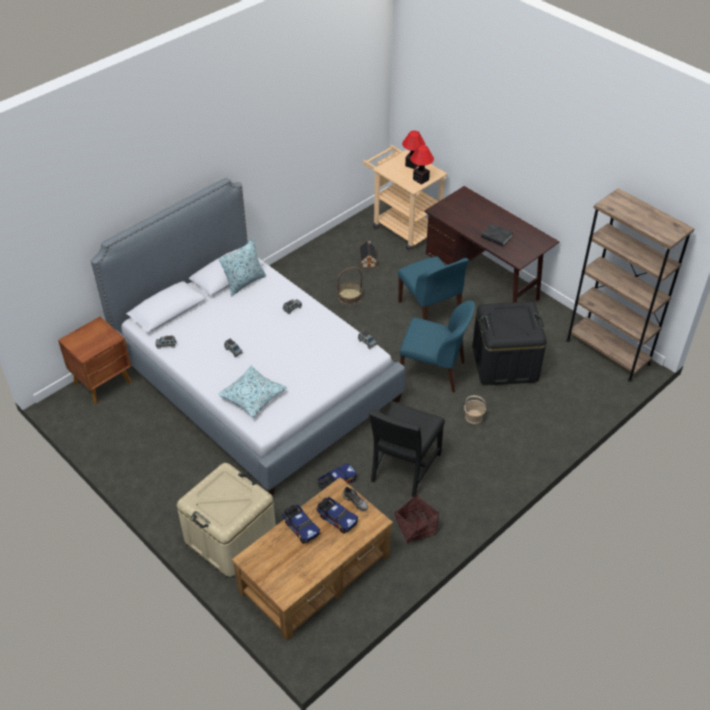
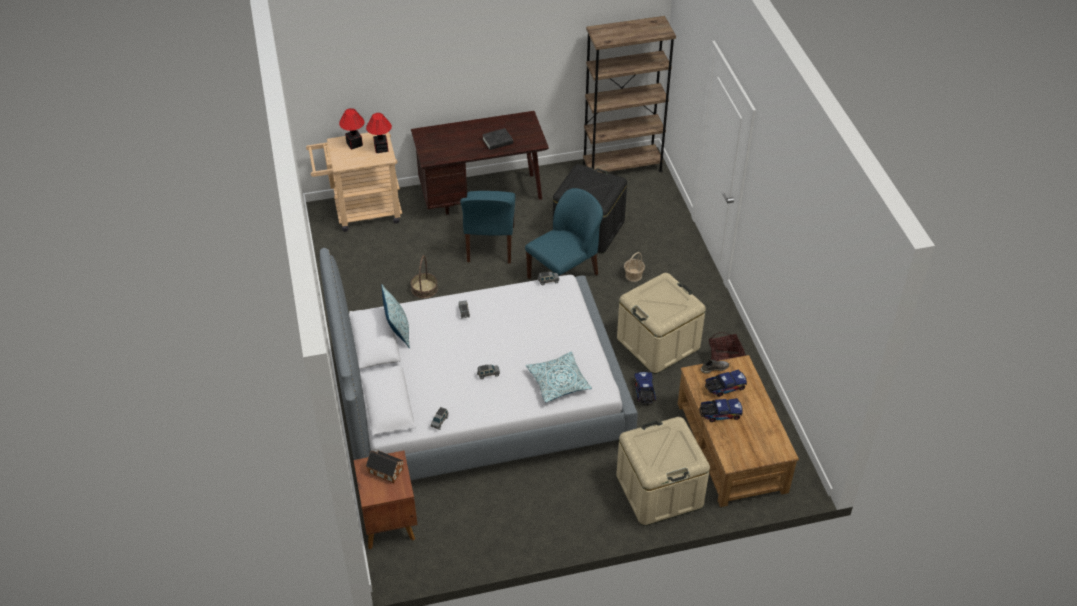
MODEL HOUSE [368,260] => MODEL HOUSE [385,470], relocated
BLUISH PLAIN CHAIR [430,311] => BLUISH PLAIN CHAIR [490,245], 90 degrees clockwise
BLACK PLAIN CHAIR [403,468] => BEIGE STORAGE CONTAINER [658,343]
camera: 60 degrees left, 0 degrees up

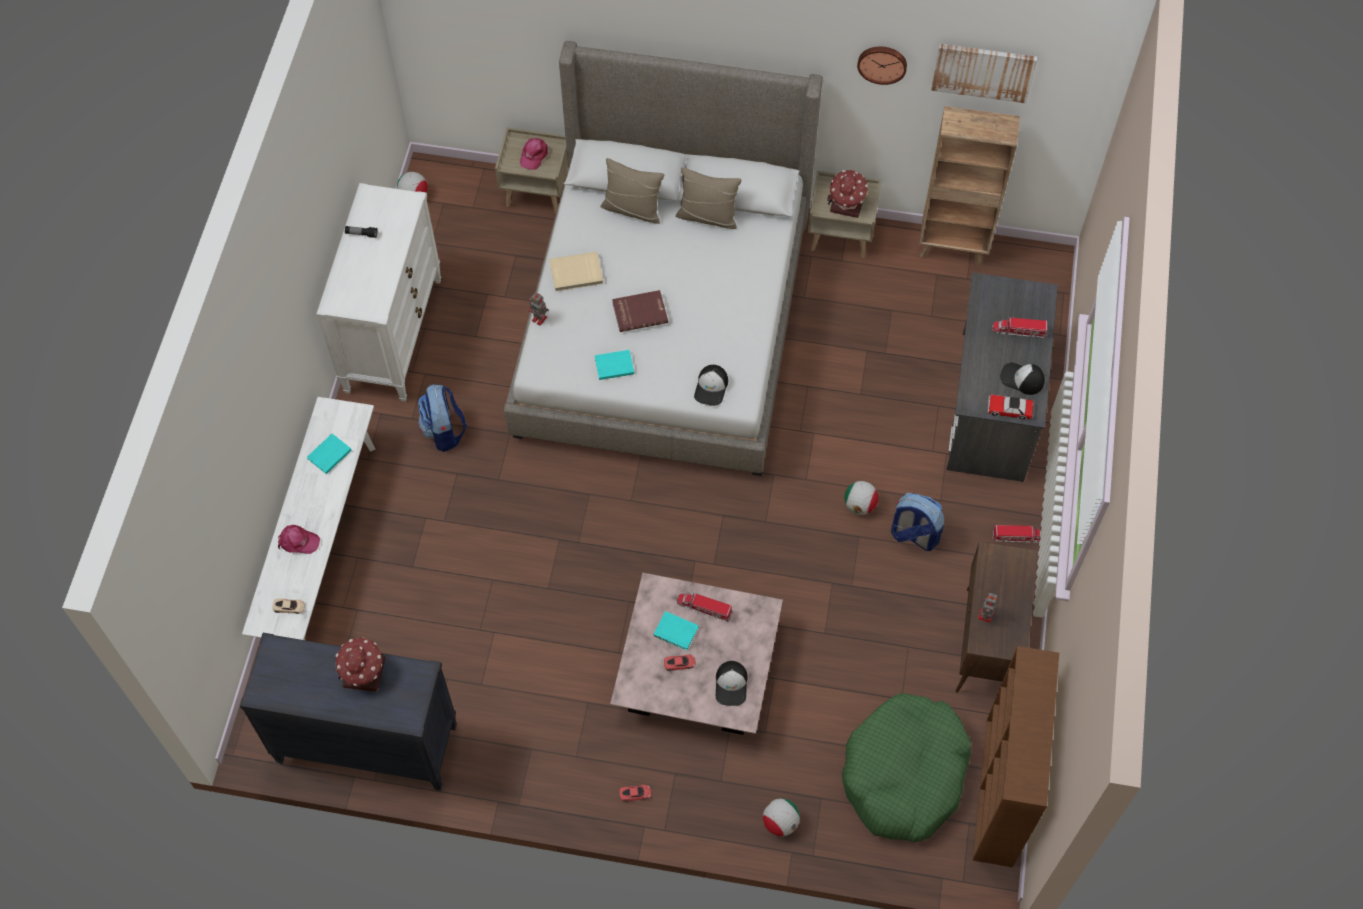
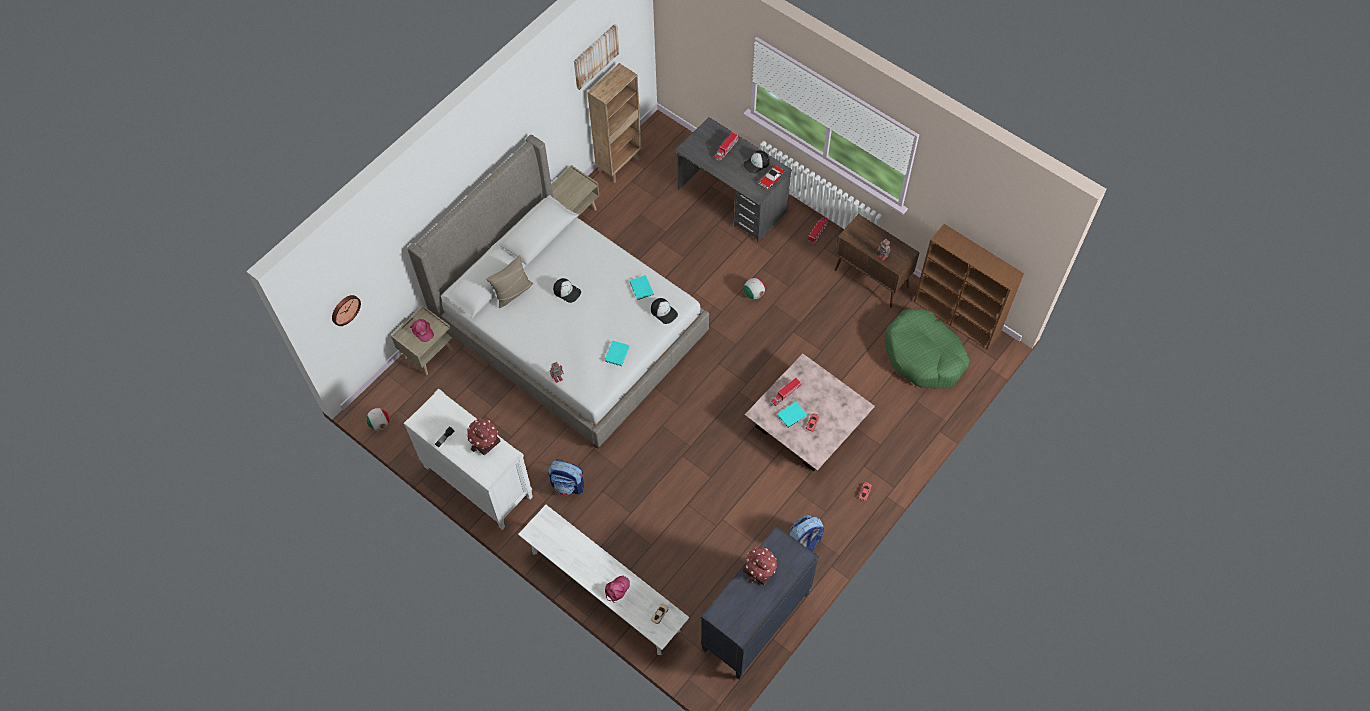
CLOCK ON THE WALL [882,63] => CLOCK ON THE WALL [344,309], relocated
MODEL HOUSE [846,203] => MODEL HOUSE [484,441], relocated
BASEBALL CAP [731,685] => BASEBALL CAP [567,291], relocated
BLUE-GREEN VOLUME [328,455] => BLUE-GREEN VOLUME [641,289], relocated
RUCKSACK [913,535] => RUCKSACK [804,543], relocated
BEIGE VOLUME [576,273] => nothing
RED-COLOURED VOLUME [639,312] => nothing
BEIGE PILLOW [707,216] => nothing
FOOTBALL BALL [780,822] => nothing
camera: 60 degrees left, 0 degrees up

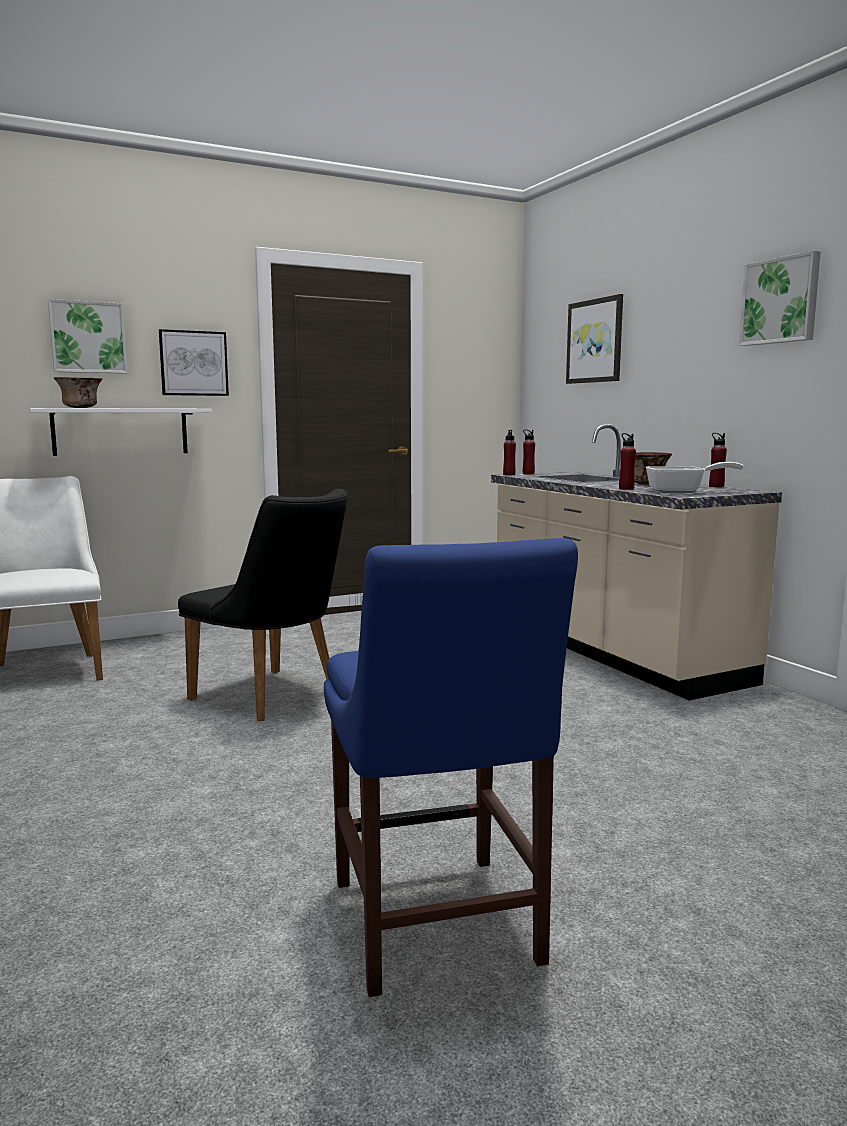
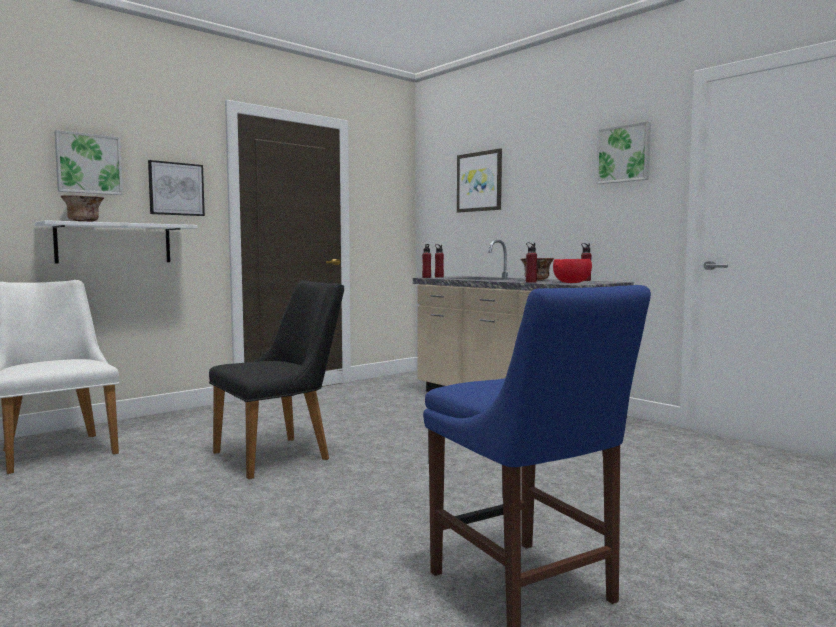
BLACK PLAIN CHAIR [275,697] => BLACK PLAIN CHAIR [282,454], 60 degrees counterclockwise
PAN [682,492] => RED-COLOURED SERVING BOWL [572,283]
camera: 15 degrees left, 5 degrees down

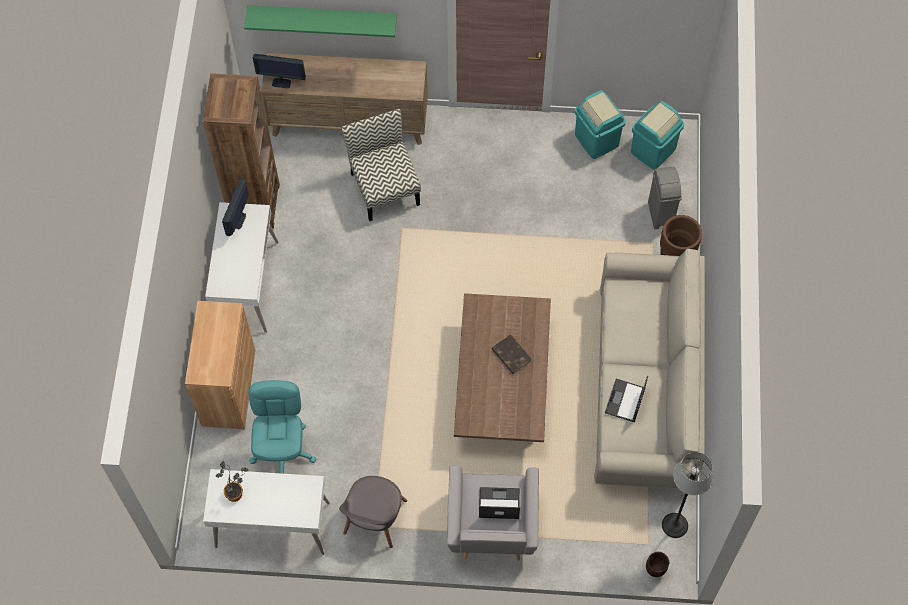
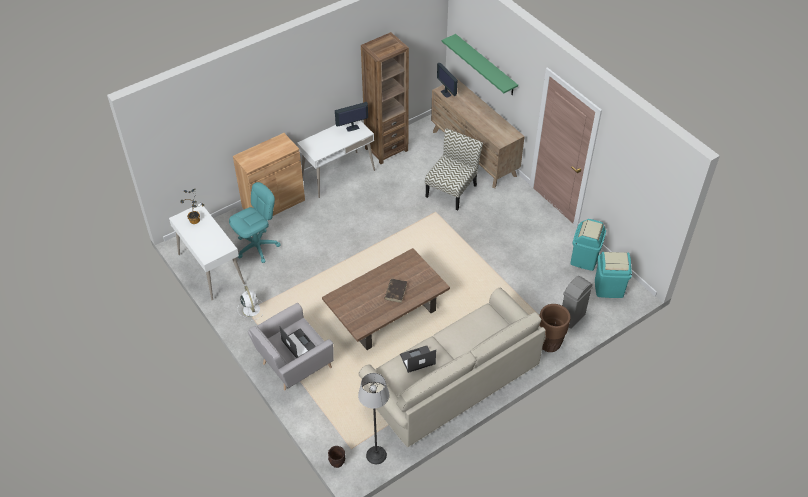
GRAY PLAIN CHAIR [374,520] => WHITE-COLOURED FAN [251,309]
camera: 50 degrees right, 15 degrees down

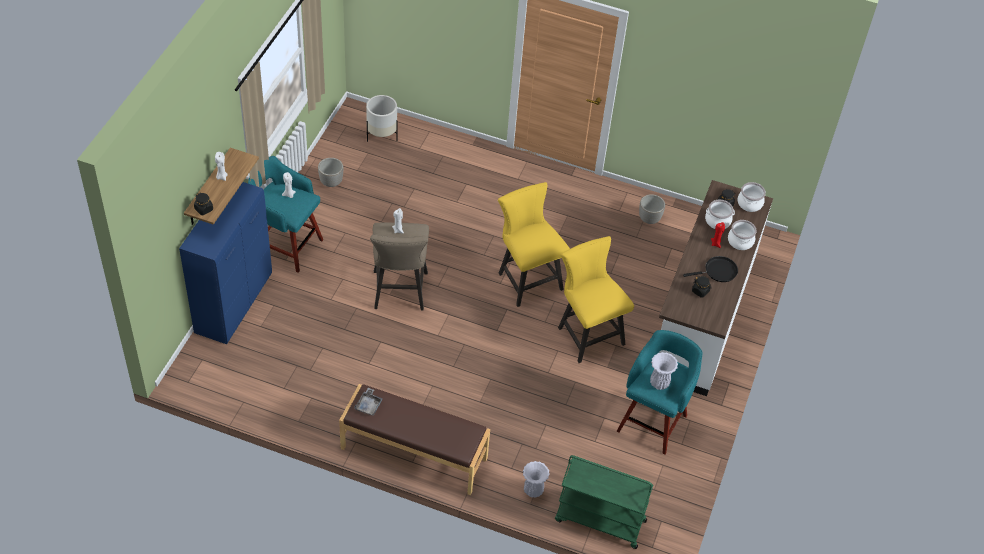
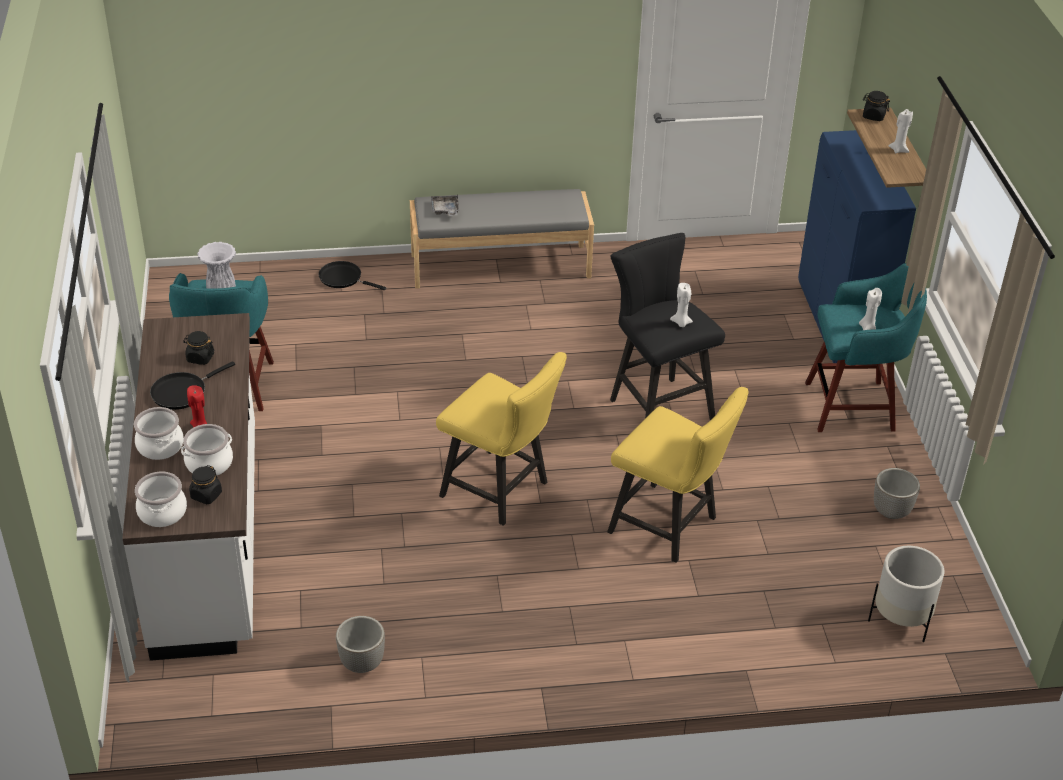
WHITE-COLOURED FLOWER VASE [533,491] => BLACK PAN [343,278]
BROWNISH LONG SEAT [413,454] => GRAY LONG SEAT [500,265]
GRAY CARRYING TRAY [369,405] => GRAY CARRYING TRAY [445,210], relocated
YELLOW PLAIN CHAIR [587,333] => YELLOW PLAIN CHAIR [670,527], relocated
BEIGE STOOL SEAT [399,294] => BLACK STOOL SEAT [656,406]
GREEN-COLOURED WHEELED CART [599,521] => nothing
camera: 155 degrees right, 10 degrees down

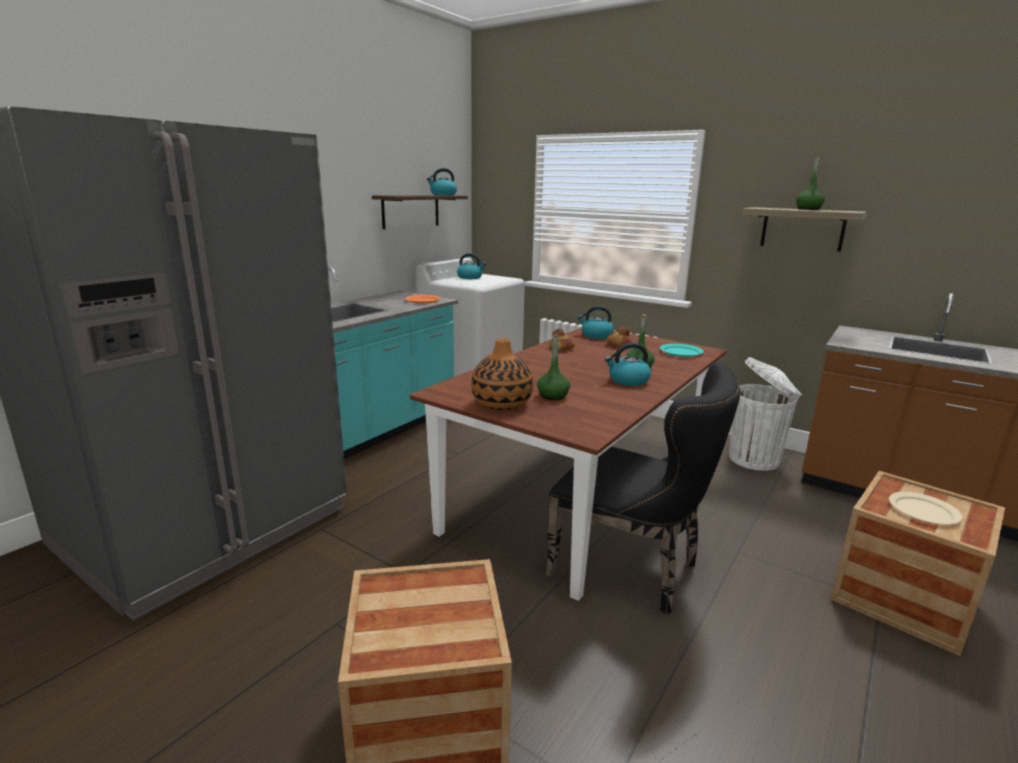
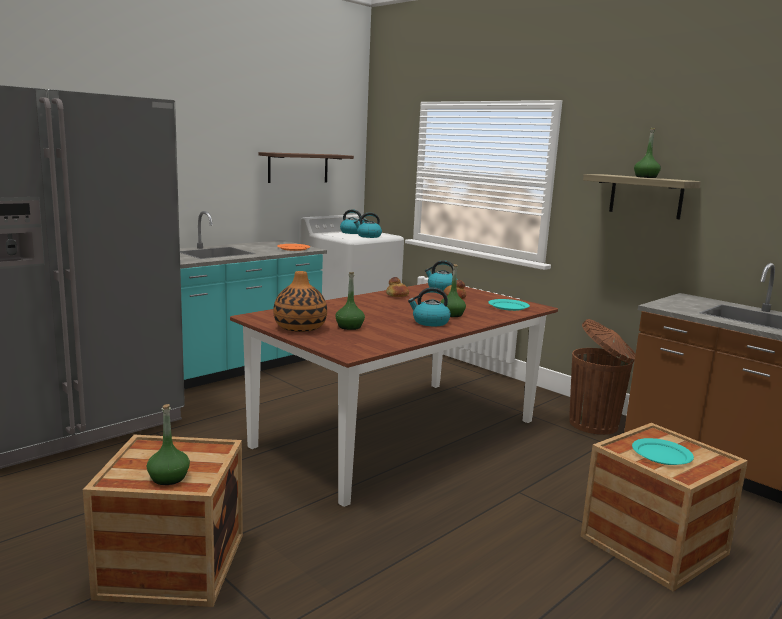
nothing => GREEN-COLOURED BOTTLE [168,478]
KETTLE [443,195] => KETTLE [368,236], relocated
WHITE-COLOURED WASTE BIN [755,459] => BROWNISH WASTE BIN [595,424]
BEIGE FLAT DISH [922,510] => BLUE-GREEN FLAT DISH [661,454]
BLACK PLAIN CHAIR [633,569] => nothing
camera: 10 degrees right, 5 degrees down

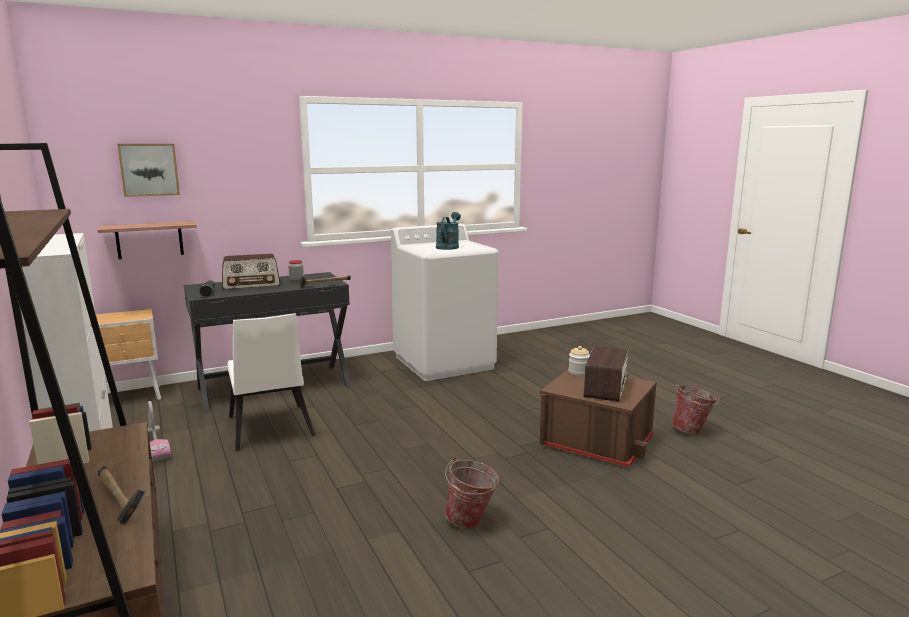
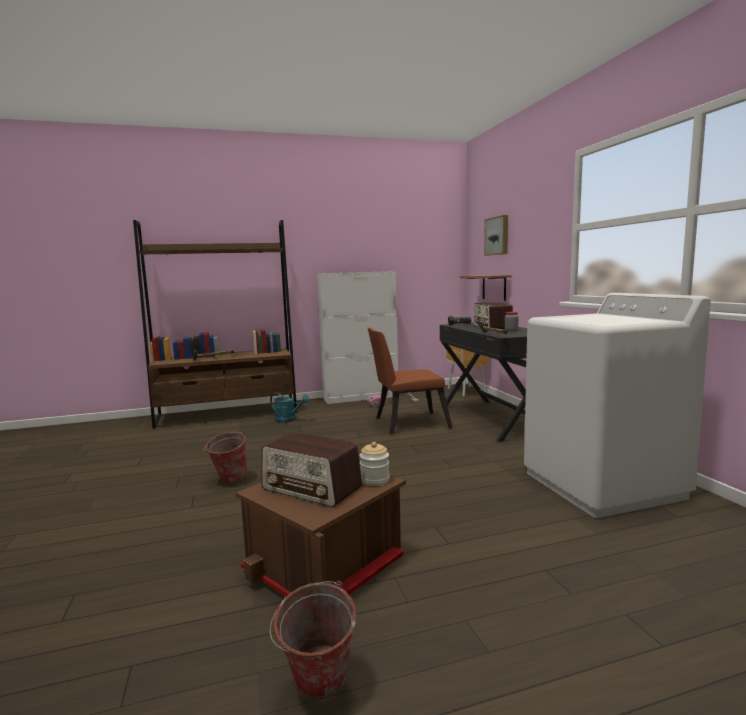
BLUE-GREEN SPRINKLING CAN [448,246] => BLUE-GREEN SPRINKLING CAN [289,420], relocated
WHITE-COLOURED PLAIN CHAIR [270,430] => BROWNISH PLAIN CHAIR [407,423]
camera: 100 degrees right, 5 degrees down

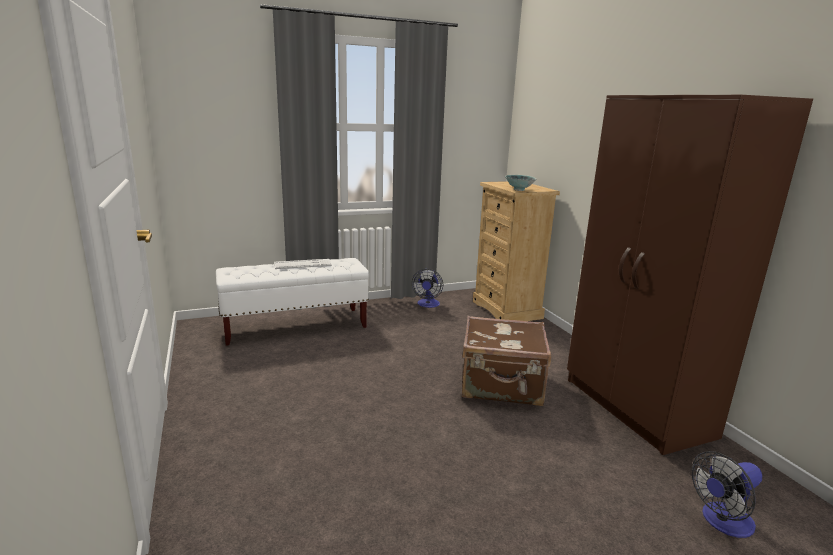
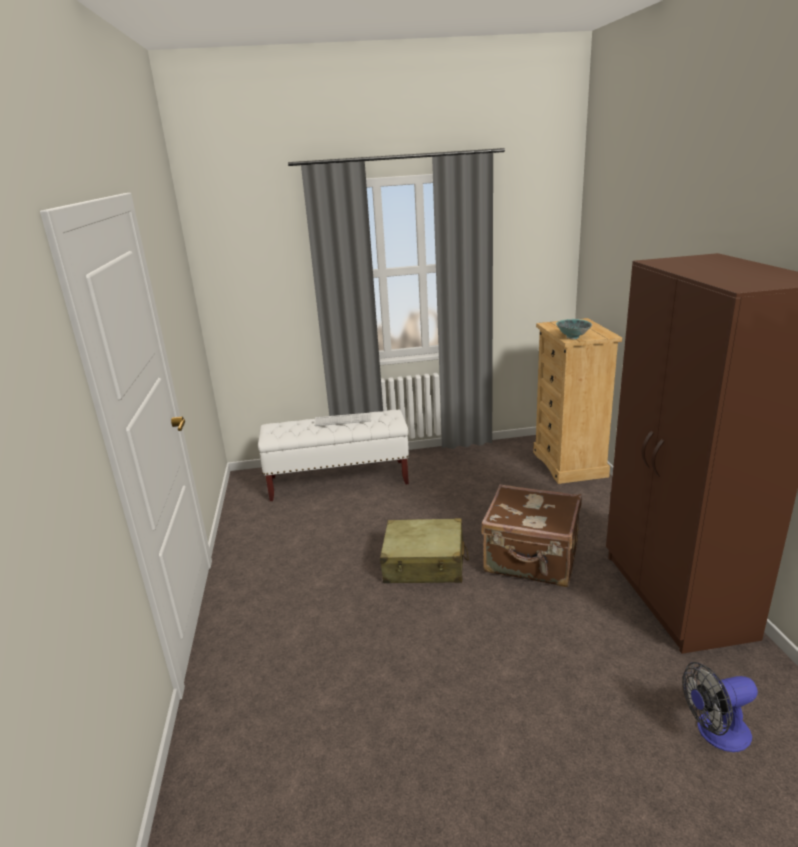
nothing => BEIGE PIECE OF LUGGAGE [424,563]
FAN [428,305] => nothing
camera: 15 degrees right, 5 degrees up

